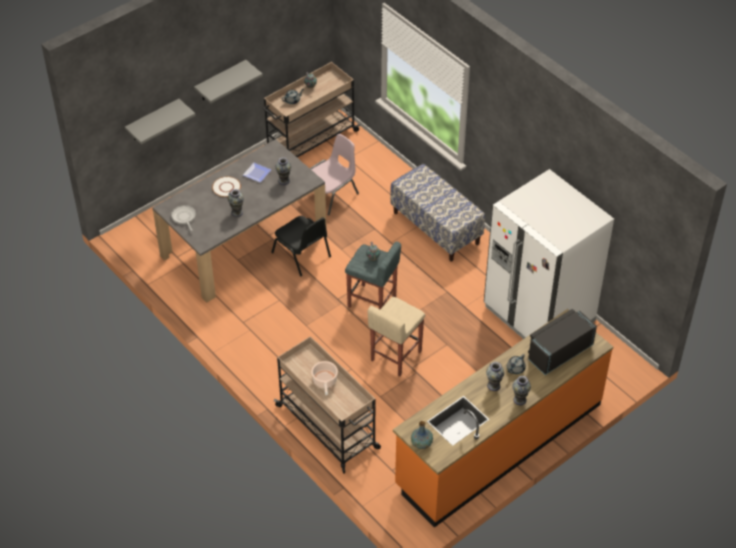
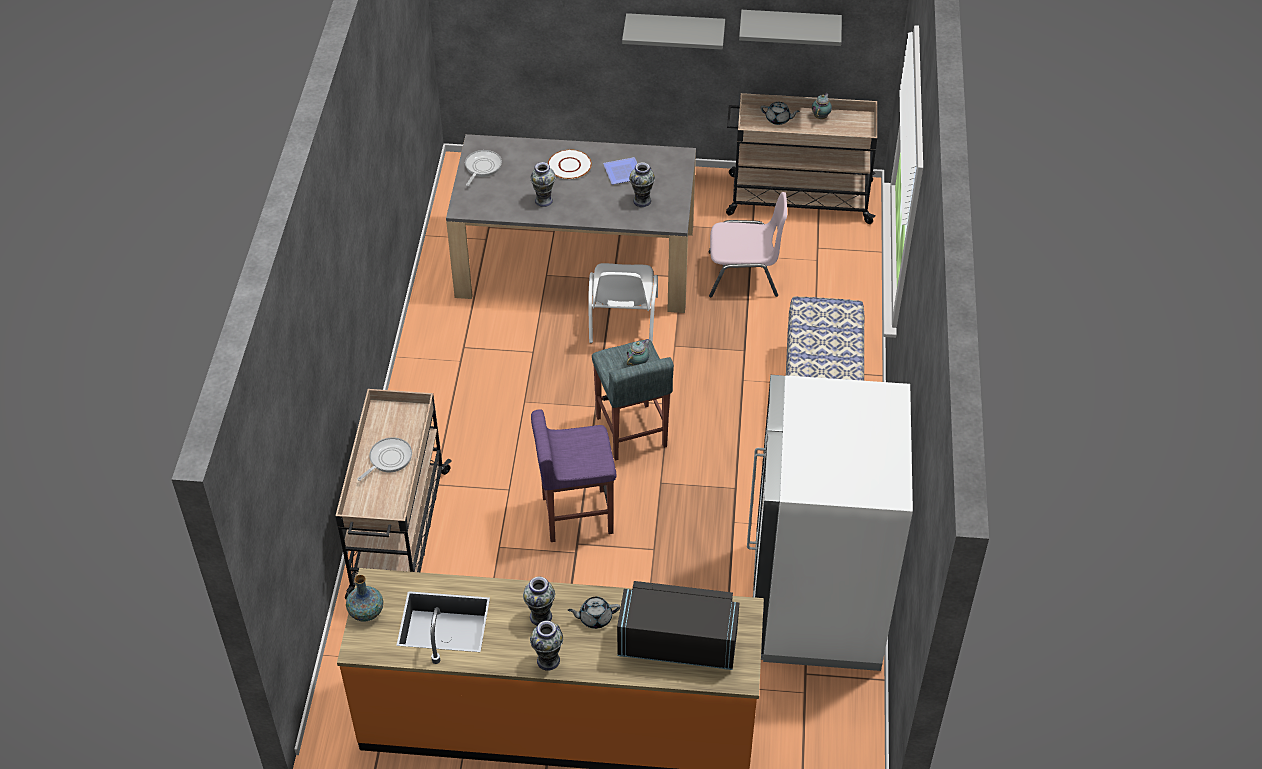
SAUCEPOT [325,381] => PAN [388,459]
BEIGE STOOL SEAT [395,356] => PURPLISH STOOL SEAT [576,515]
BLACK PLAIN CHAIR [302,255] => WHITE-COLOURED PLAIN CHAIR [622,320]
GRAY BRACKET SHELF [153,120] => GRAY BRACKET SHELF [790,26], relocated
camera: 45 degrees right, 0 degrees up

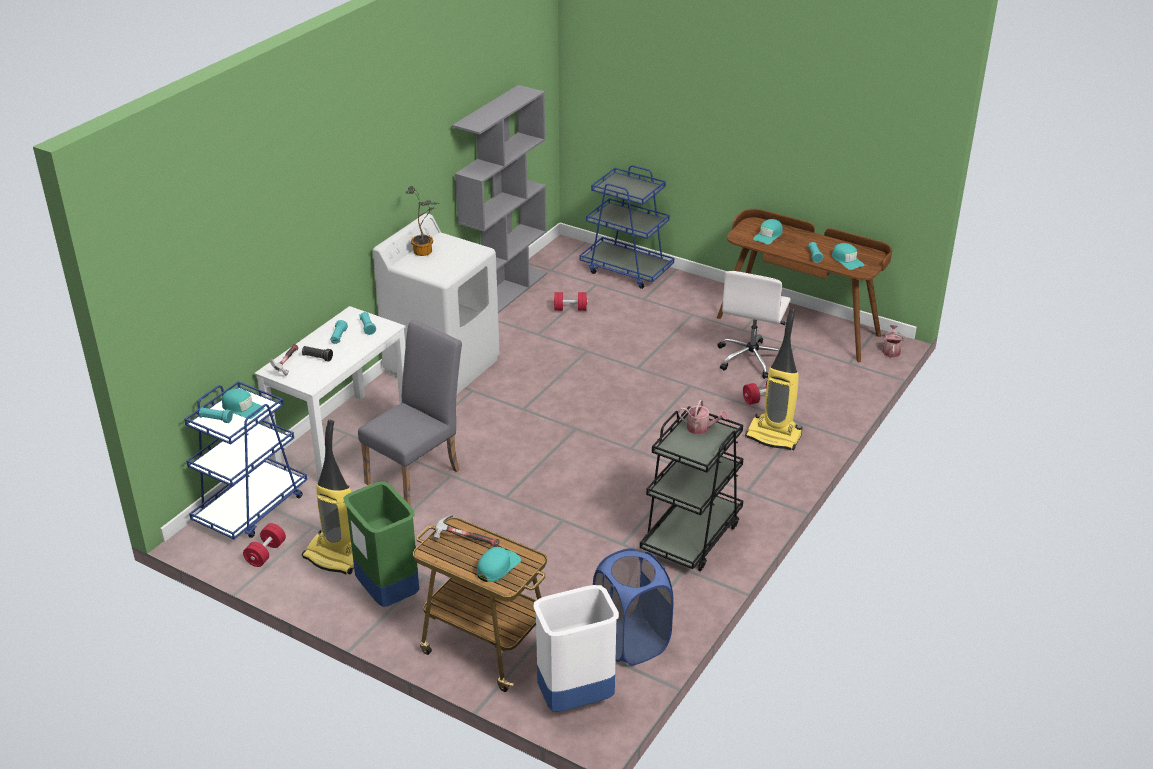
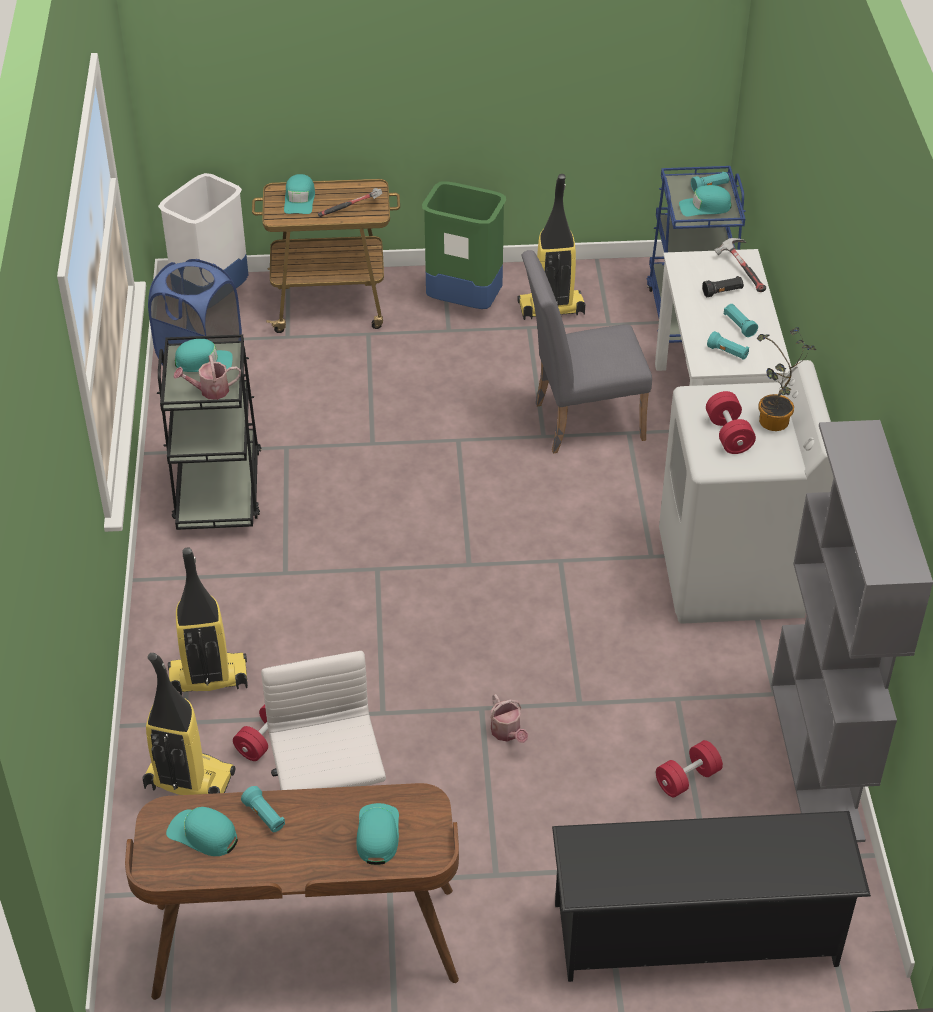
nothing => VACUUM [188,781]
nothing => BLUE-GREEN BASEBALL CAP [204,362]
SPRINKLING CAN [891,351] => SPRINKLING CAN [507,733], relocated
GRAY PLAIN CHAIR [418,473] => GRAY PLAIN CHAIR [580,421], 75 degrees clockwise
BLUISH WHEELED CART [626,270] => BLACK SHOE RACK [696,934]
RED-COLOURED DUMBBELL [266,553] => RED-COLOURED DUMBBELL [728,434], relocated
camera: 145 degrees right, 10 degrees up

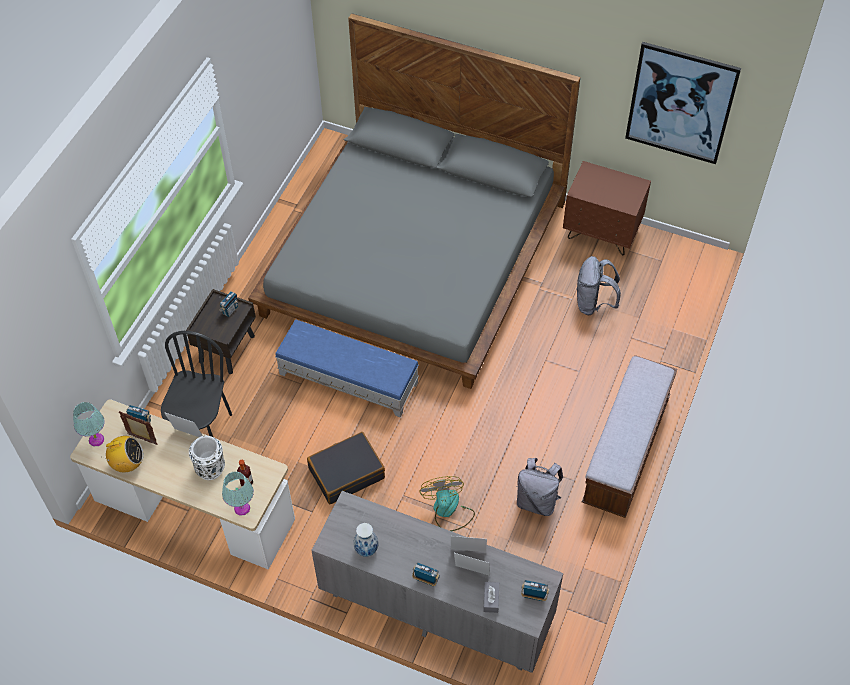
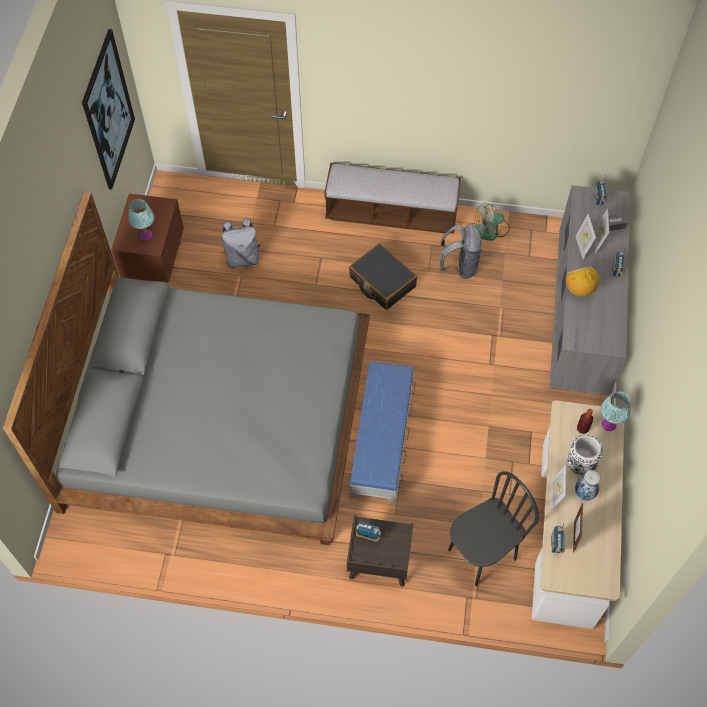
BLUE-GREEN TABLETOP LAMP [96,439] => BLUE-GREEN TABLETOP LAMP [145,234], relocated
BLACK PIECE OF LUGGAGE [346,473] => BLACK PIECE OF LUGGAGE [382,282], relocated
BLACK PLAIN CHAIR [203,431] => BLACK PLAIN CHAIR [481,554], 150 degrees clockwise
FAN [448,510] => FAN [491,230], relocated
RADIO SET [128,464] => RADIO SET [579,290], relocated
FLOWER VASE [366,549] => FLOWER VASE [584,493], relocated
camera: 105 degrees left, 5 degrees up

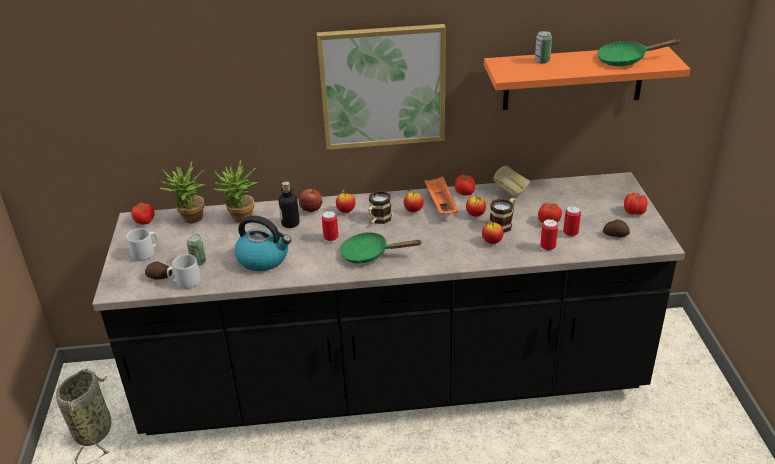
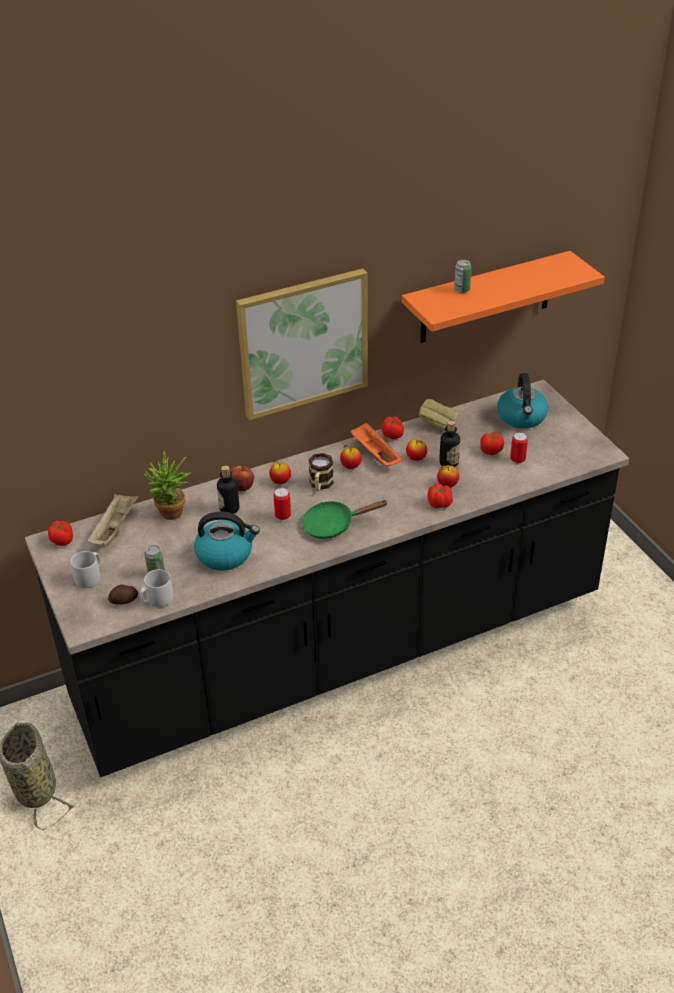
POTTED PLANT [190,220] => BEIGE CARRYING TRAY [114,528]
WHOLE TOMATO [634,212] => WHOLE TOMATO [440,504], relocated
TEA MUG [503,224] => BOTTLE [449,463]
nothing => KETTLE [522,417]
METAL CAN [547,247] => nothing
GREEN-COLOURED PAN [626,60] => nothing
WHOLE POTATO [615,234] => nothing
camera: 20 degrees left, 5 degrees up

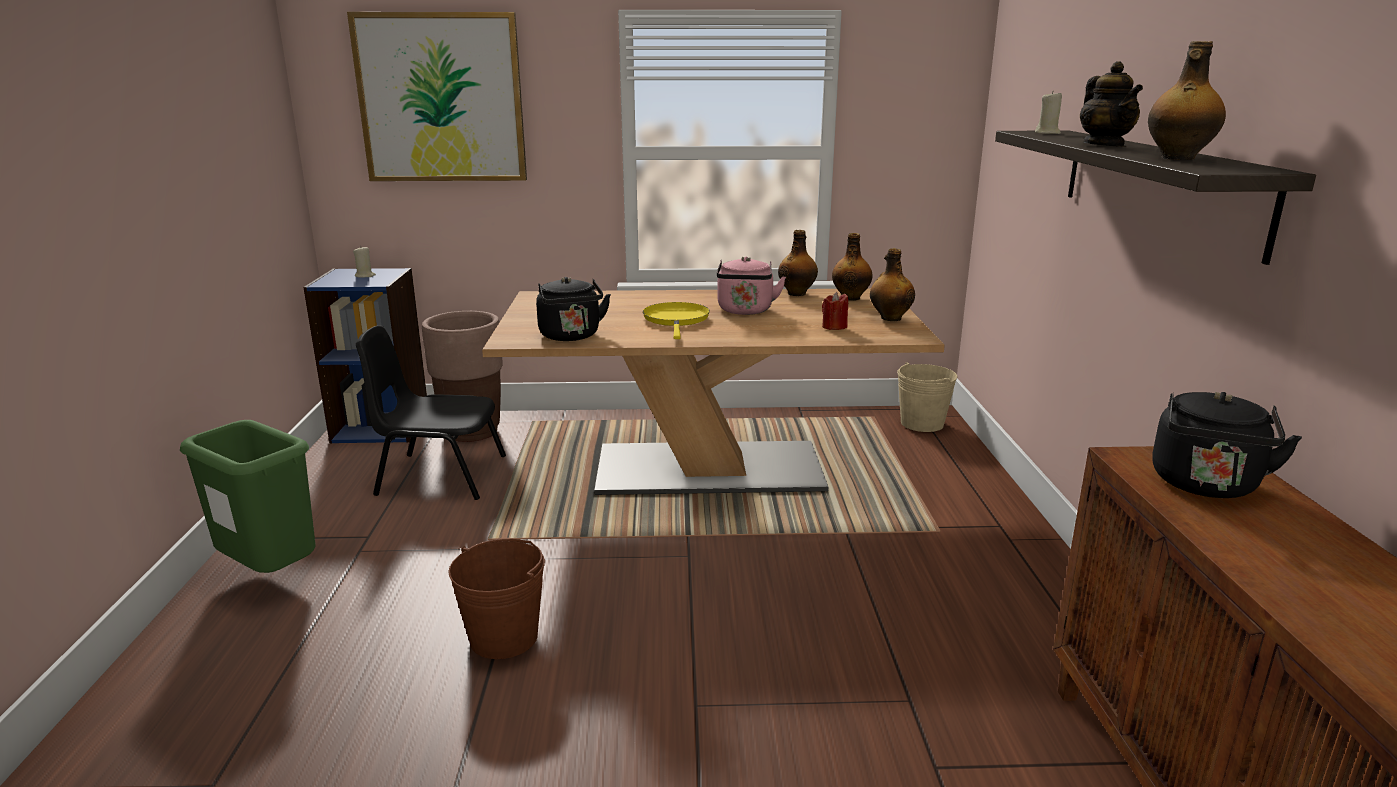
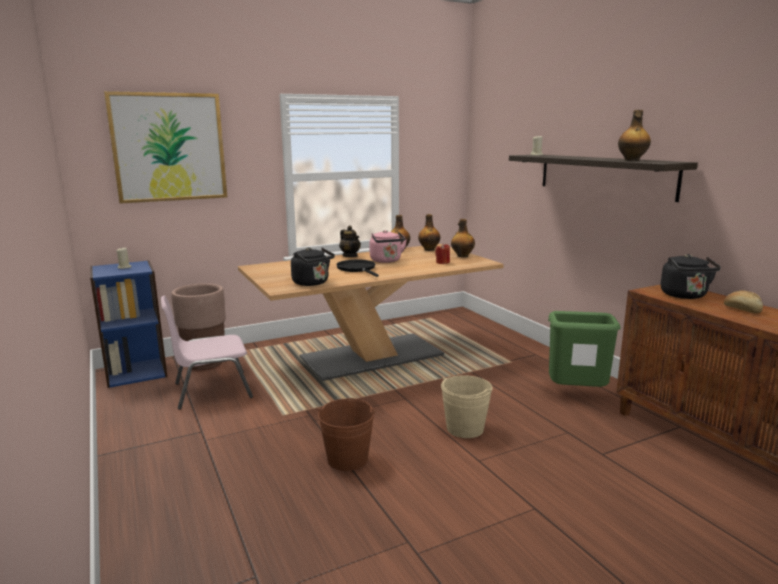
BLACK PLAIN CHAIR [440,475] => PINKISH PLAIN CHAIR [211,390]
YELLOW PAN [676,320] => BLACK PAN [357,269]
TEA POT [1104,145] => TEA POT [350,256], relocated
BEIGE BUCKET [922,423] => BEIGE BUCKET [465,428], relocated
GREEN-COLOURED WASTE BIN [272,575] => GREEN-COLOURED WASTE BIN [577,394], relocated
nothing => BREAD [742,309]
camera: 25 degrees left, 5 degrees down

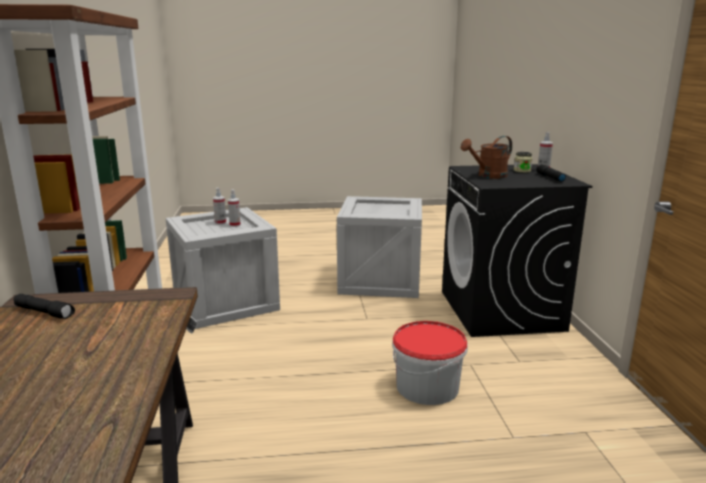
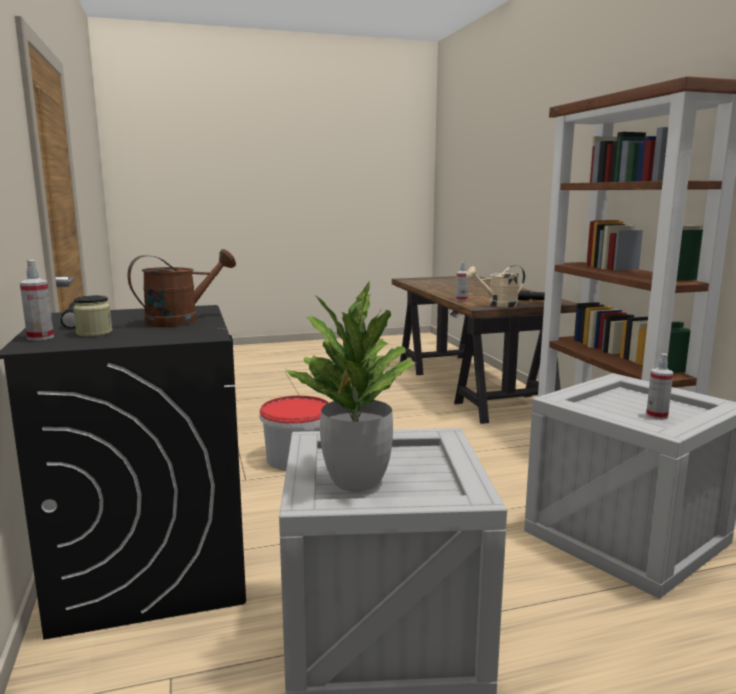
nothing => POTTED PLANT [356,482]
SPRAY BOTTLE [235,225] => SPRAY BOTTLE [461,300], relocated
nothing => BEIGE SPRINKLING CAN [498,305]
camera: 170 degrees right, 5 degrees down

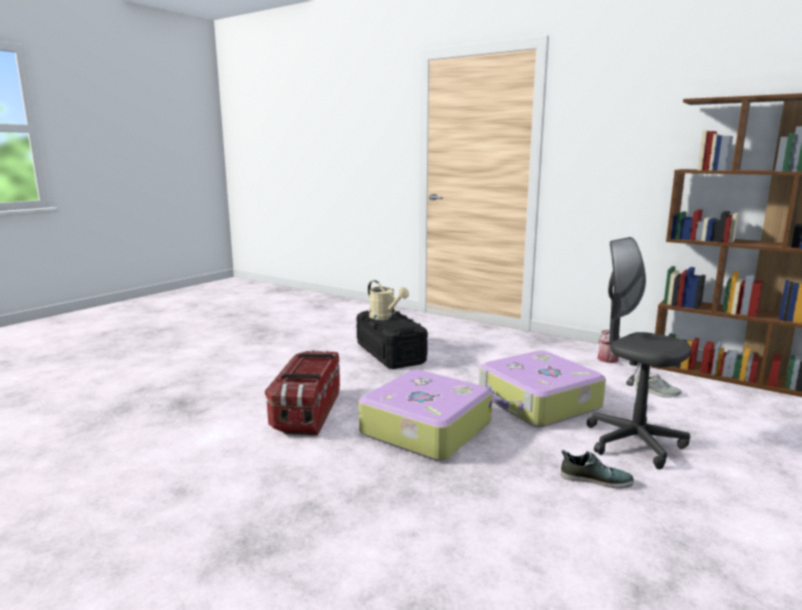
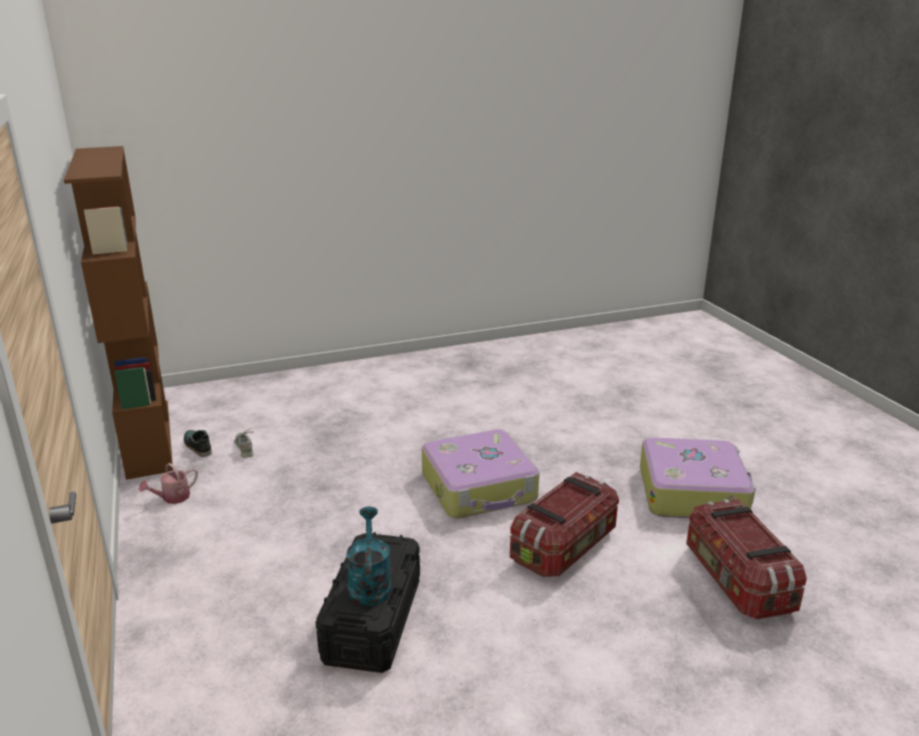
SHOE [595,479] => SHOE [197,446], relocated
BEIGE SPRINKLING CAN [385,317] => BLUE-GREEN SPRINKLING CAN [369,583]
PIECE OF LUGGAGE [538,402] => PIECE OF LUGGAGE [693,492], relocated
nothing => STORAGE CONTAINER [736,580]
GRAY DESK CHAIR [633,443] => nothing
camera: 145 degrees left, 10 degrees up

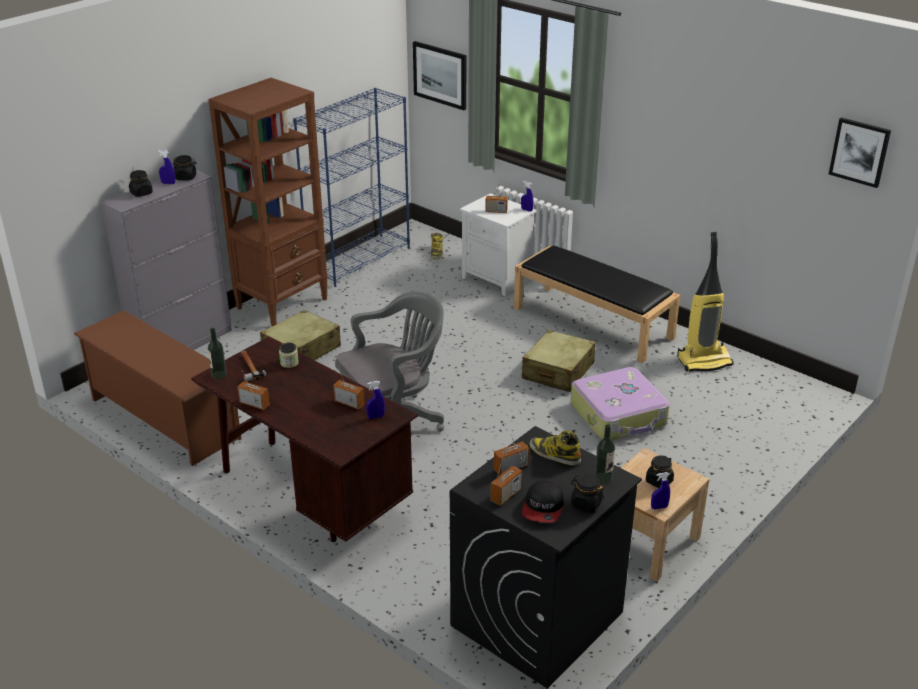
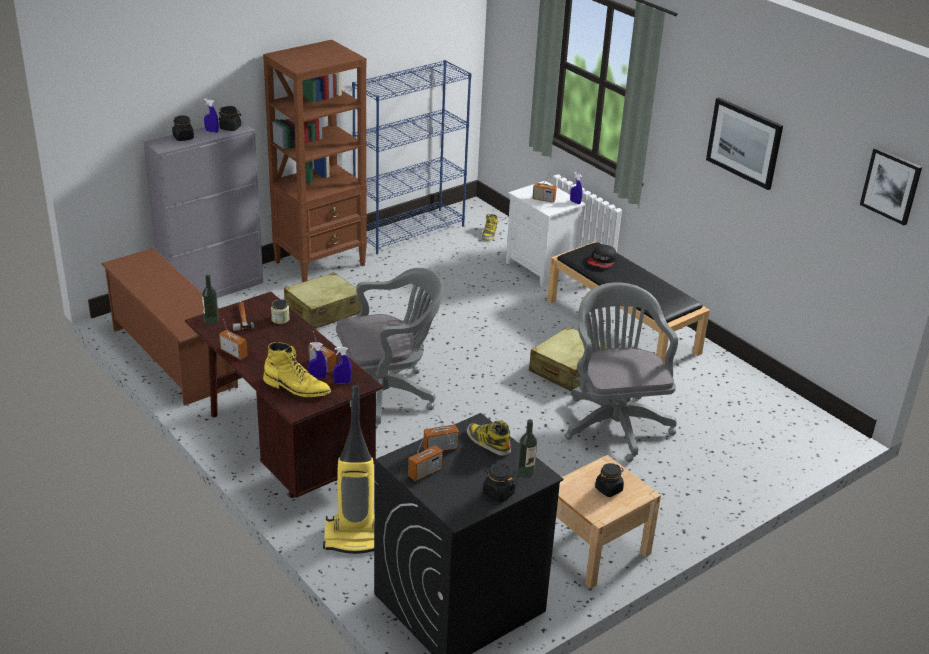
nothing => YELLOW HIGH-TOP BOOT [296,388]
BLUISH SPRAY BOTTLE [659,507] => BLUISH SPRAY BOTTLE [317,377], relocated
VACUUM [704,361] => VACUUM [356,537], relocated
PIECE OF LUGGAGE [619,415] => GRAY DESK CHAIR [614,422]
BASEBALL CAP [543,507] => BASEBALL CAP [602,261], relocated
WALL ART [440,75] => WALL ART [744,142], relocated
camera: 10 degrees right, 0 degrees up

